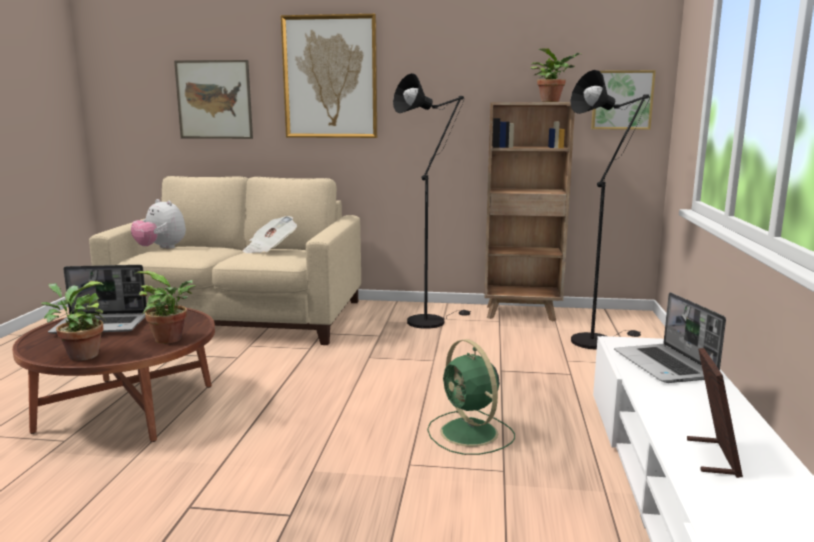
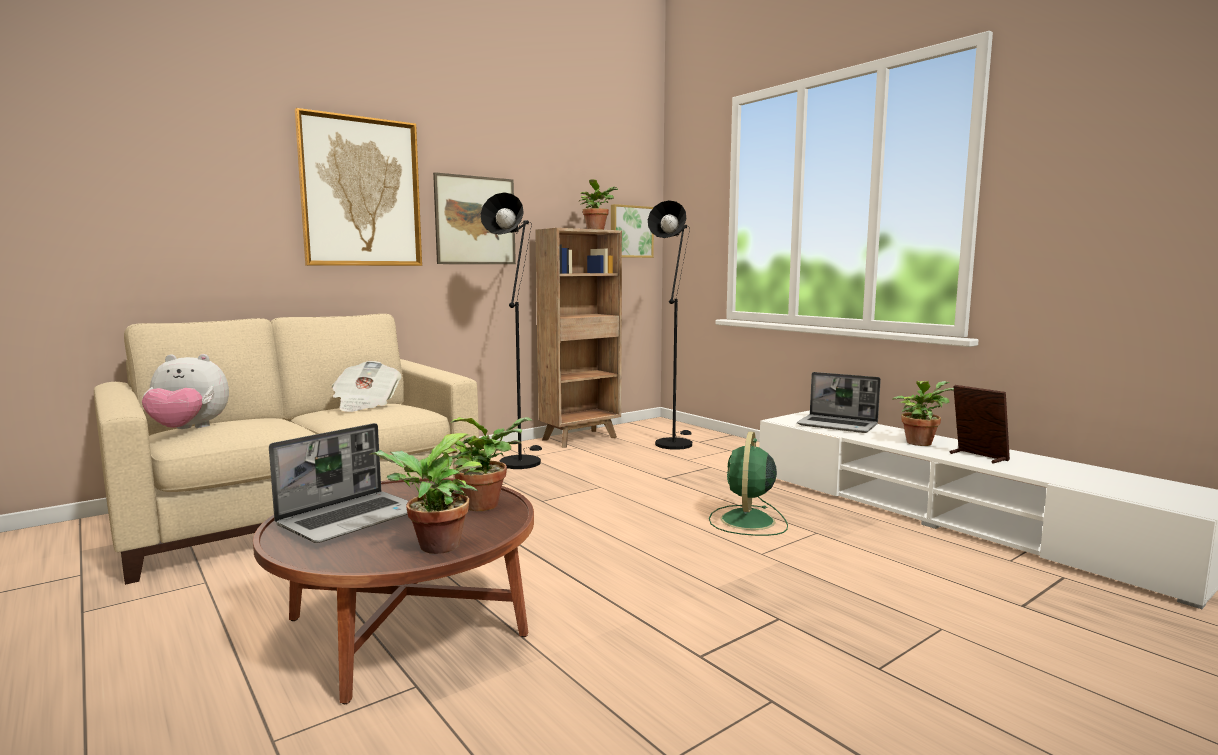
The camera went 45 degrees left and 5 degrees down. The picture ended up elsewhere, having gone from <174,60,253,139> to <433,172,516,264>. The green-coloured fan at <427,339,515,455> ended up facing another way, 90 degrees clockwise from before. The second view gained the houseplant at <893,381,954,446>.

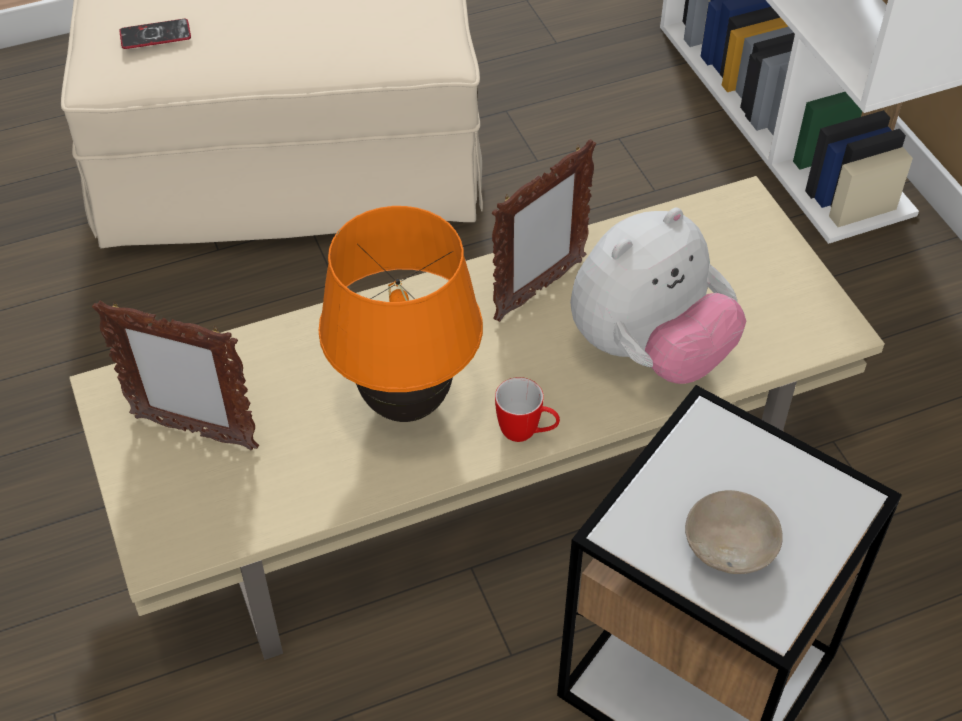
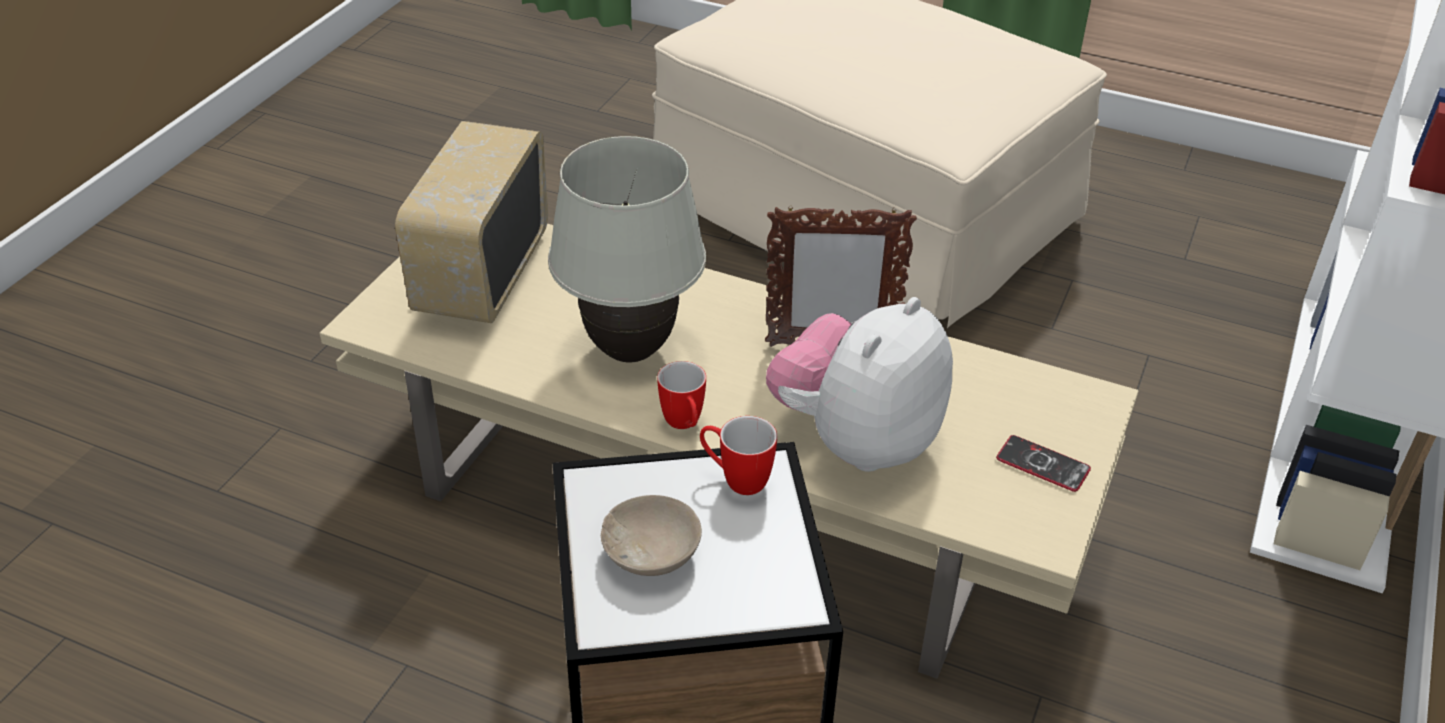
The camera went 45 degrees right and 10 degrees down. The handset ended up elsewhere, having gone from <119,19,191,49> to <996,435,1091,492>. What was the orangey tabletop lamp at <319,206,483,422> turned into the white tabletop lamp at <548,136,706,362>. The soft toy at <570,208,746,384> ended up facing another way, 120 degrees clockwise from before. Where the standing frame stood at <92,301,259,451>, the radio came to stand at <395,121,548,323>. The second view gained the coffee mug at <700,416,777,495>.

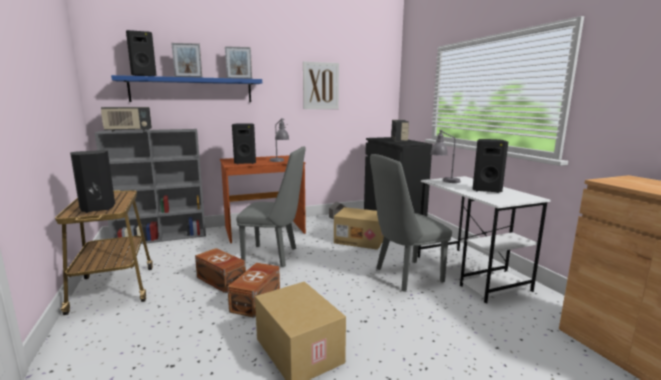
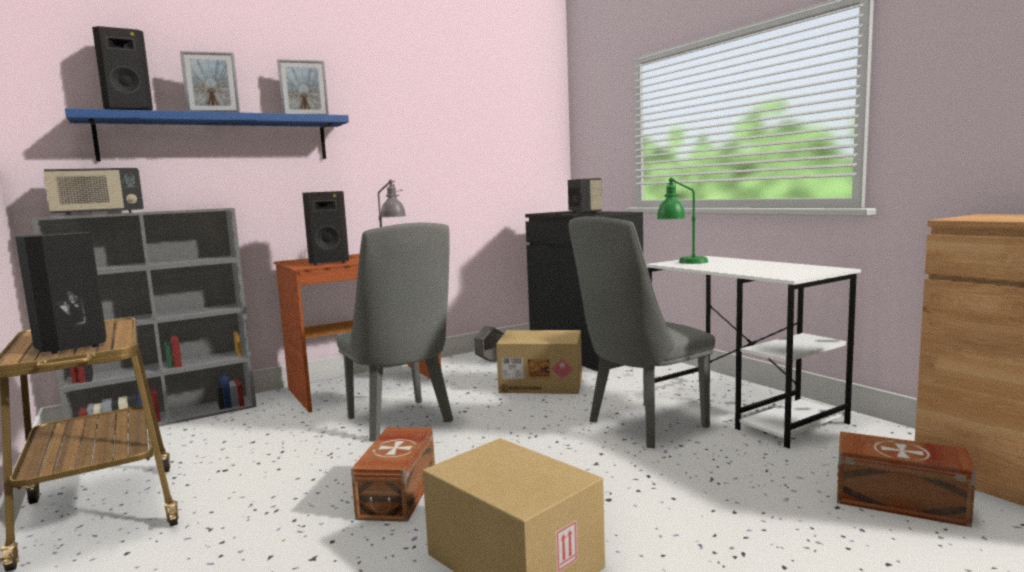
The camera went 10 degrees left and 5 degrees down. The second view lost the picture at <303,61,339,109>. What was the greyish tabletop lamp at <430,130,461,183> turned into the green-coloured tabletop lamp at <657,177,708,264>. The second view lost the black speaker at <472,139,508,193>. The greyish chair at <236,146,306,267> ended up facing another way, 60 degrees clockwise from before. The brownish storage container ended up elsewhere, having gone from <195,248,246,293> to <837,431,976,527>.

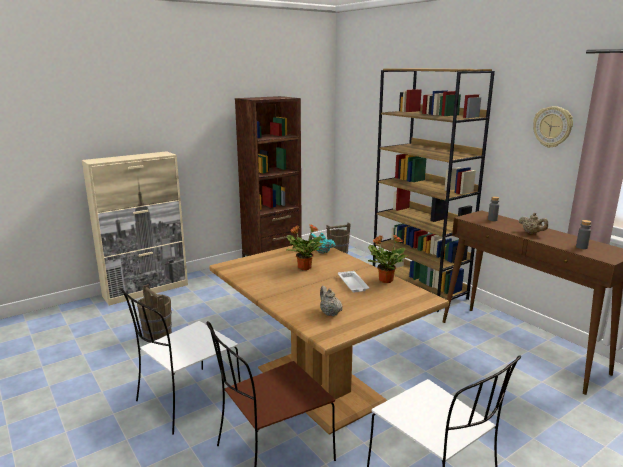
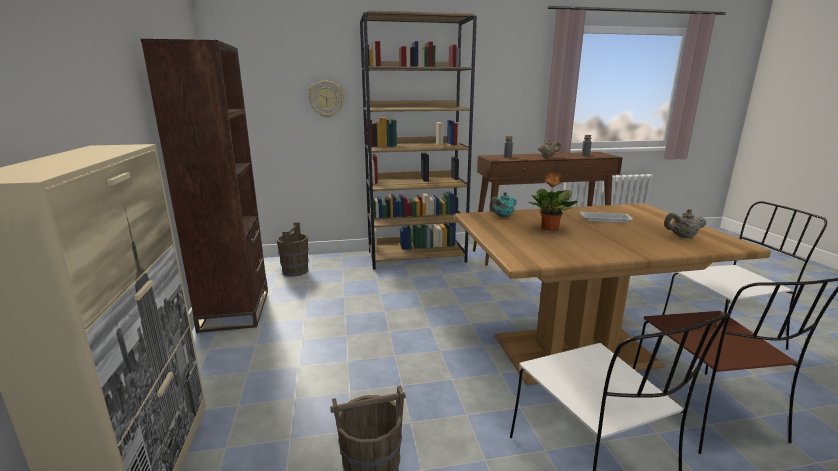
The camera went 65 degrees left and 0 degrees up. The hanging clock ended up elsewhere, having gone from <533,106,573,148> to <308,81,344,118>. The second view lost the houseplant at <368,235,408,283>.

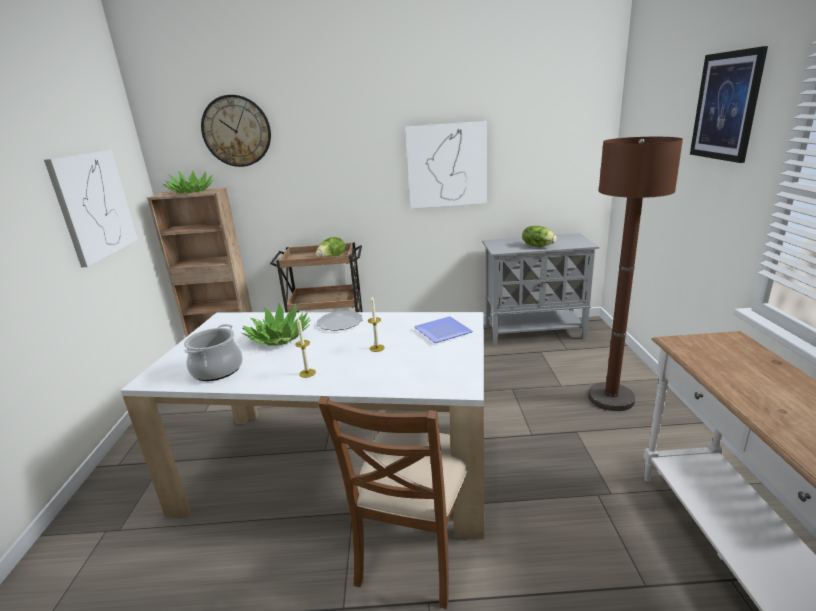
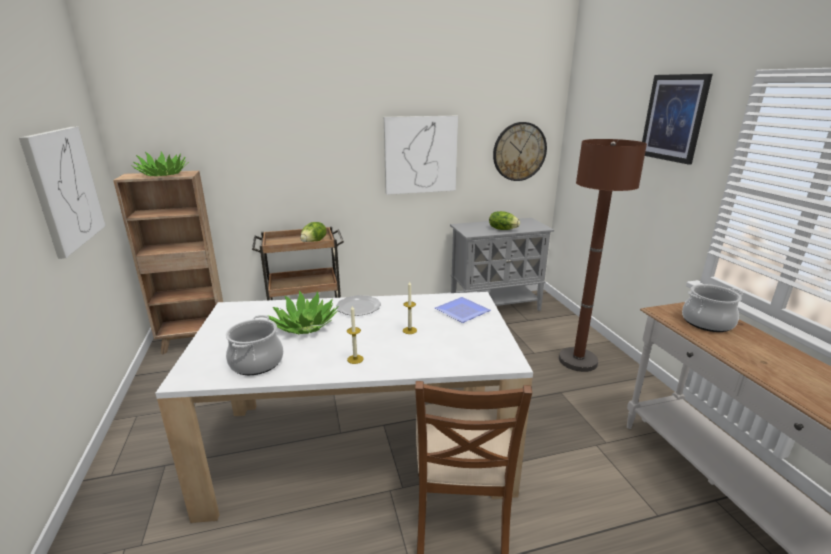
The camera went 15 degrees left and 0 degrees up. The hanging clock ended up elsewhere, having gone from <201,95,271,167> to <493,122,547,181>. The second view gained the saucepot at <682,284,744,332>.

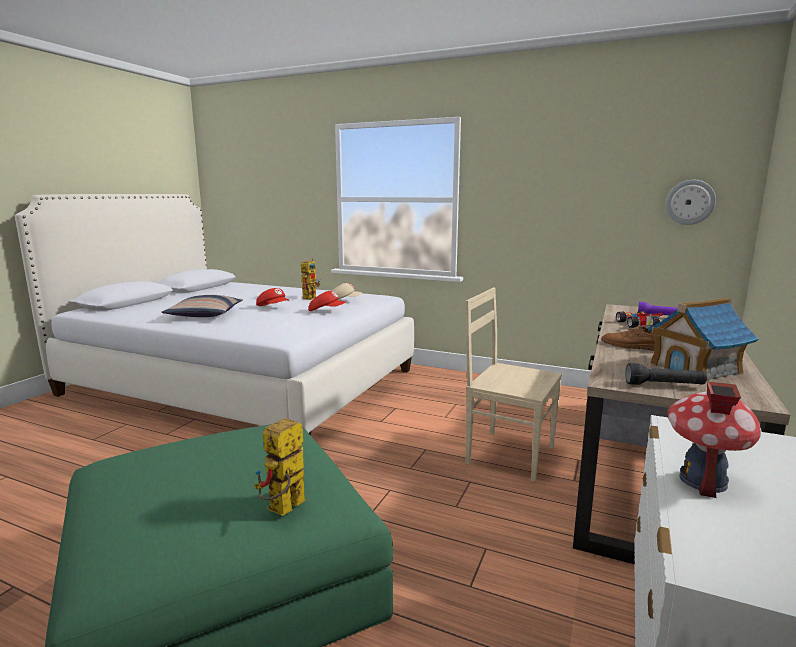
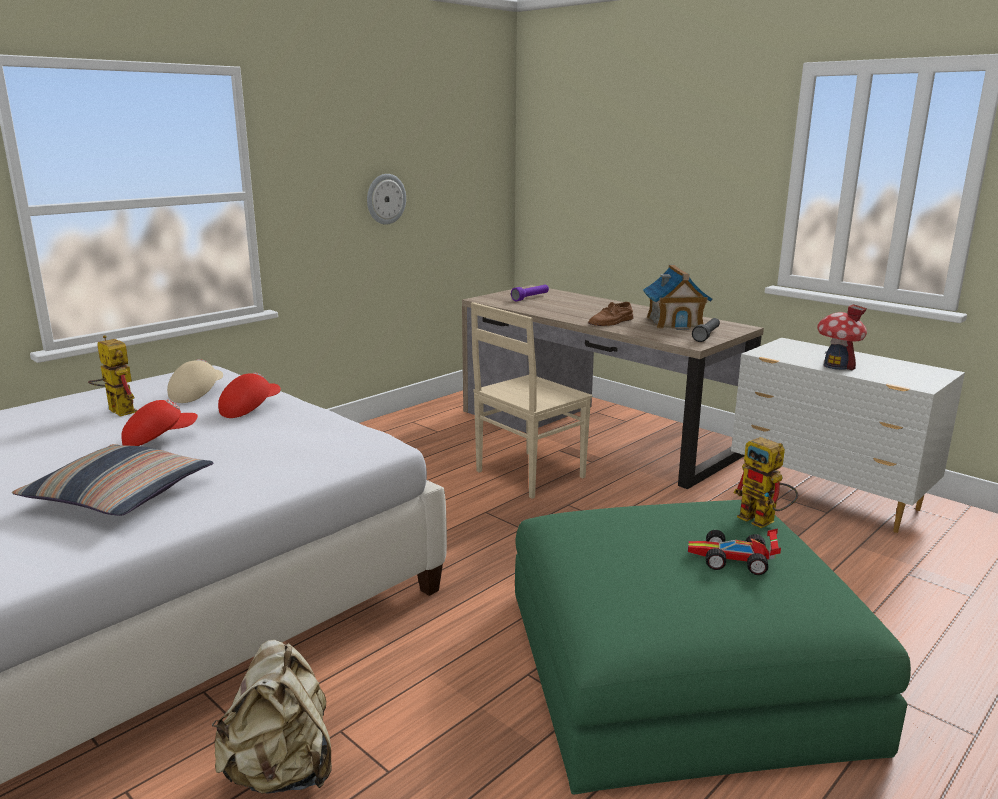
The camera went 70 degrees left and 5 degrees up. The hanging clock ended up elsewhere, having gone from <665,180,716,225> to <367,174,406,225>. The miniature car ended up elsewhere, having gone from <616,311,663,328> to <688,528,781,575>. The second view gained the sand-coloured backpack at <212,640,332,794>.

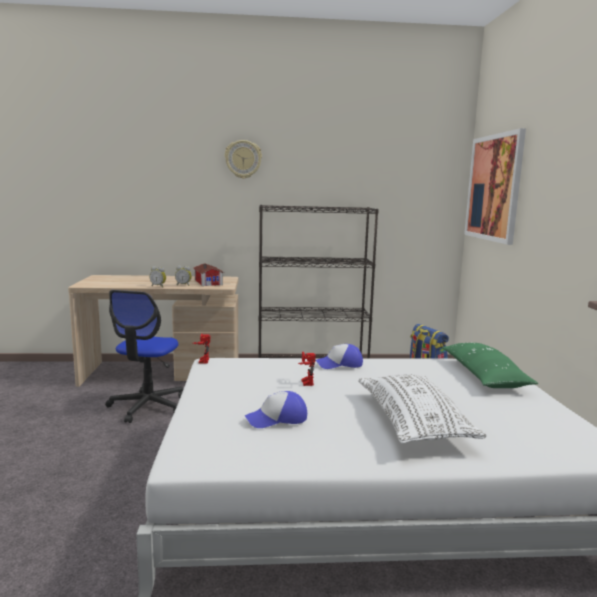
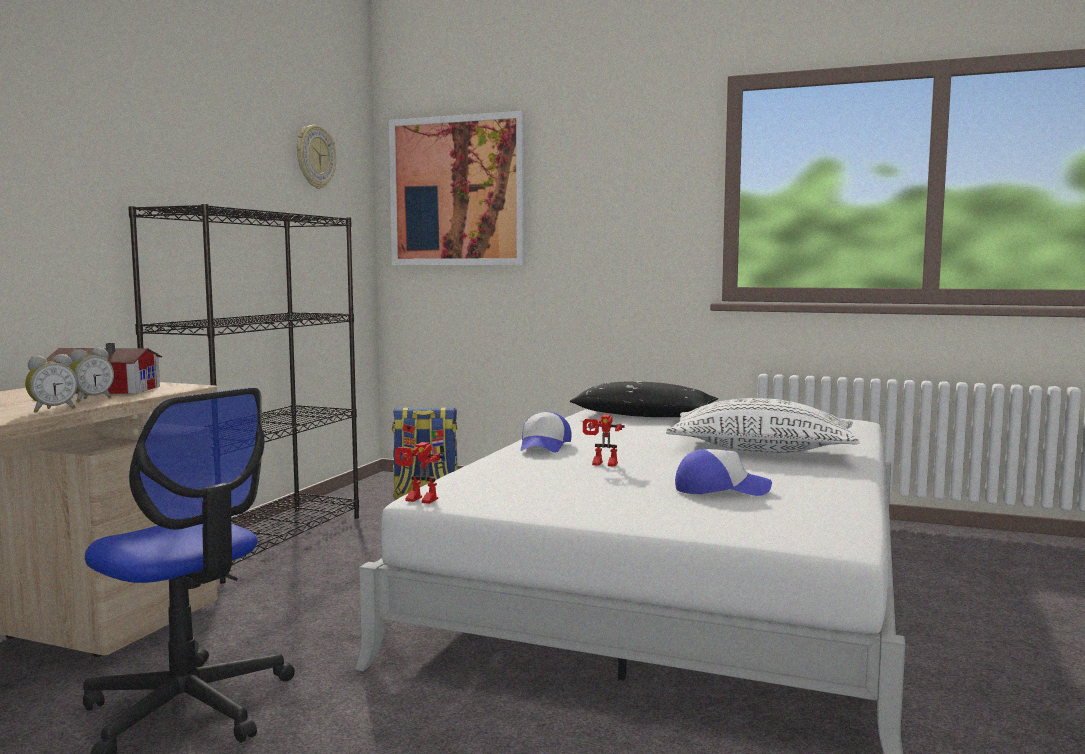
The camera went 65 degrees left and 5 degrees down. The hanging clock ended up elsewhere, having gone from <225,140,262,179> to <297,125,336,189>. What was the green-coloured cushion at <442,343,538,388> turned into the black cushion at <570,381,718,417>. The baseball cap at <245,391,307,428> ended up facing another way, 90 degrees counterclockwise from before.

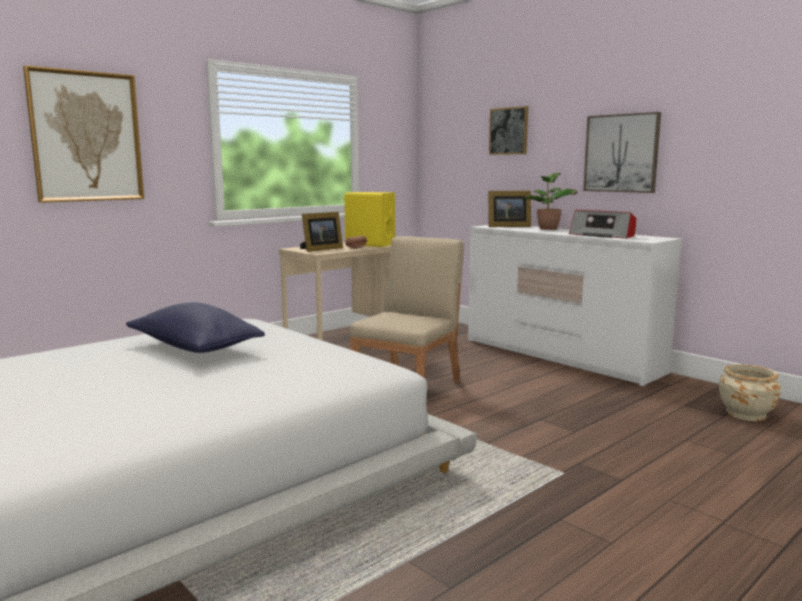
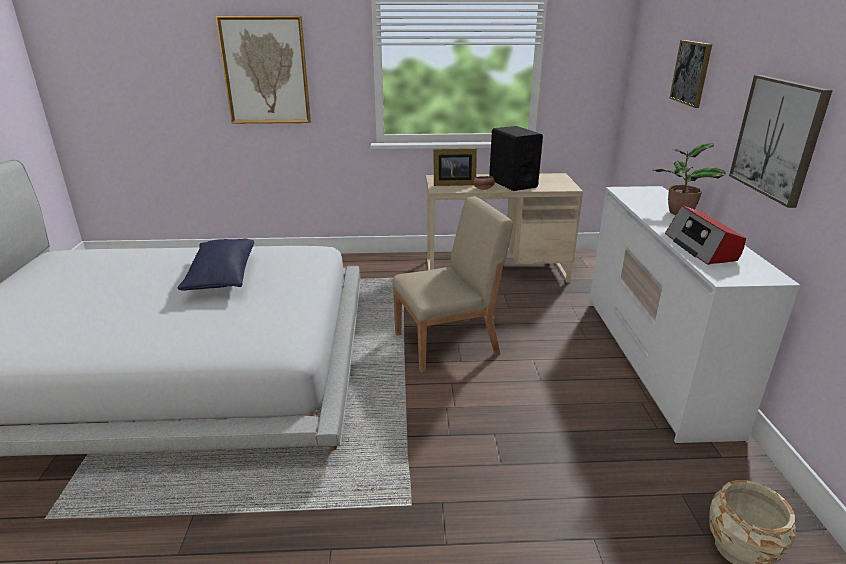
The camera went 40 degrees right and 15 degrees up. The second view lost the standing frame at <488,191,531,227>. What was the yellow-coloured speaker at <343,192,395,247> turned into the black speaker at <489,126,543,191>.

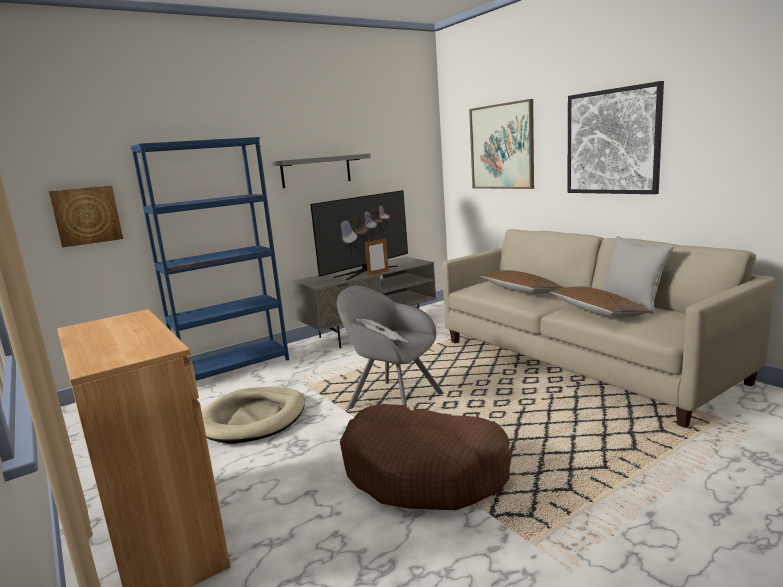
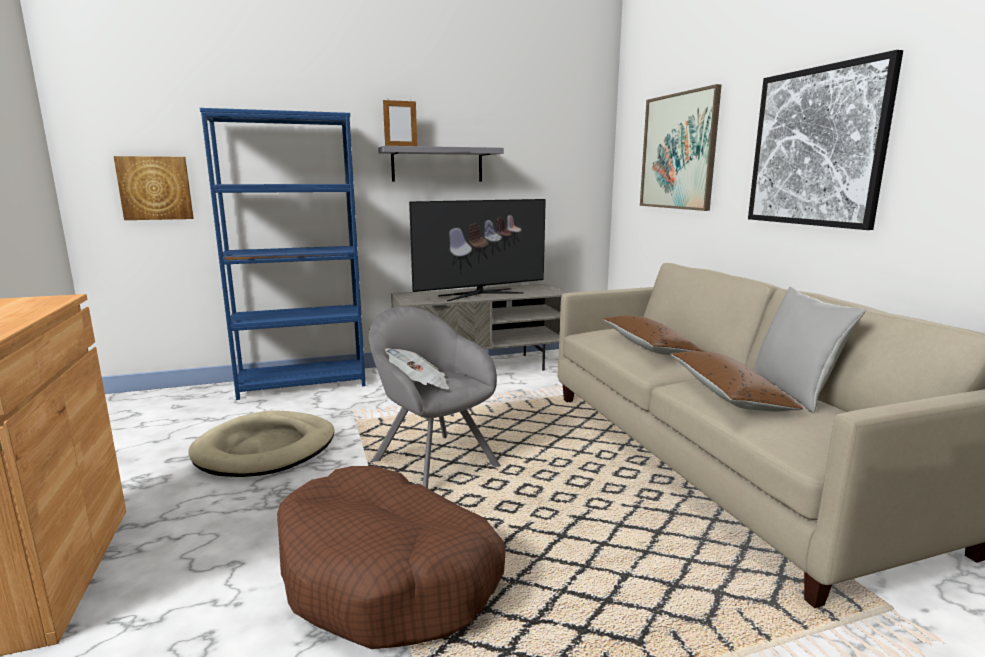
The camera went 15 degrees right and 0 degrees up. The standing frame ended up elsewhere, having gone from <365,238,389,276> to <383,100,417,146>.

